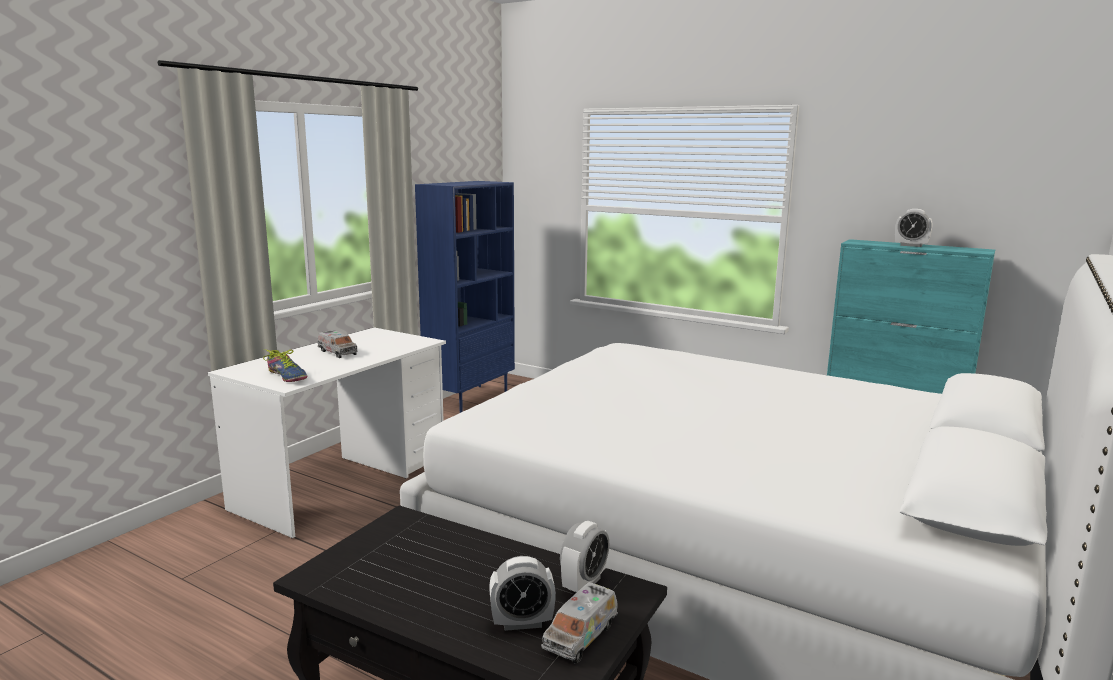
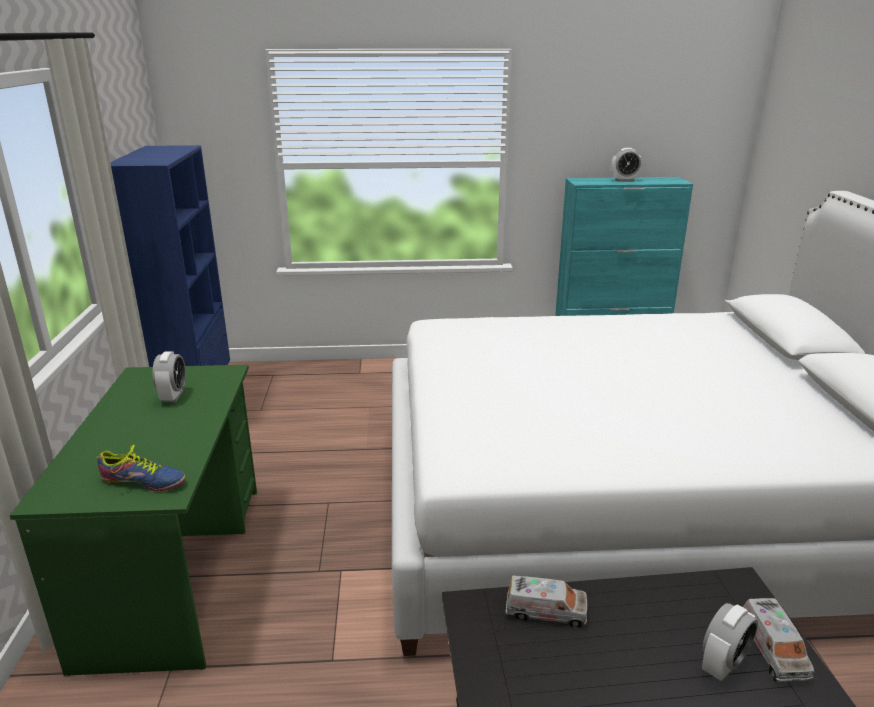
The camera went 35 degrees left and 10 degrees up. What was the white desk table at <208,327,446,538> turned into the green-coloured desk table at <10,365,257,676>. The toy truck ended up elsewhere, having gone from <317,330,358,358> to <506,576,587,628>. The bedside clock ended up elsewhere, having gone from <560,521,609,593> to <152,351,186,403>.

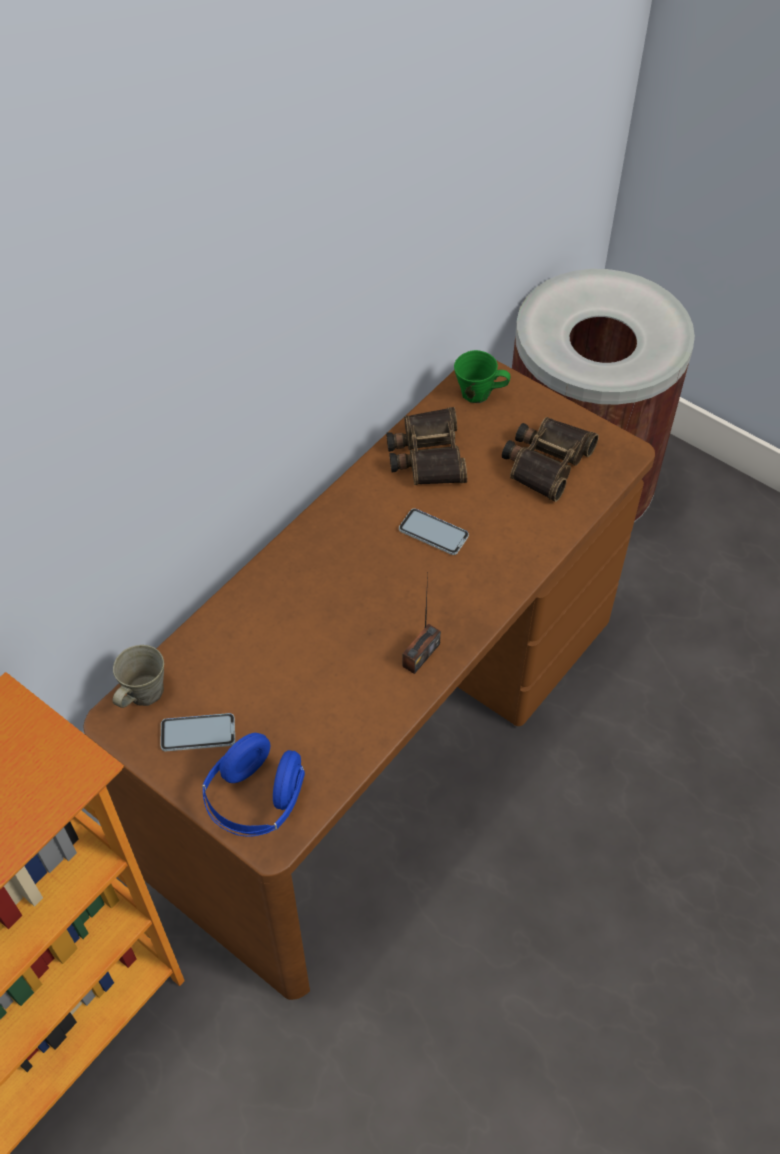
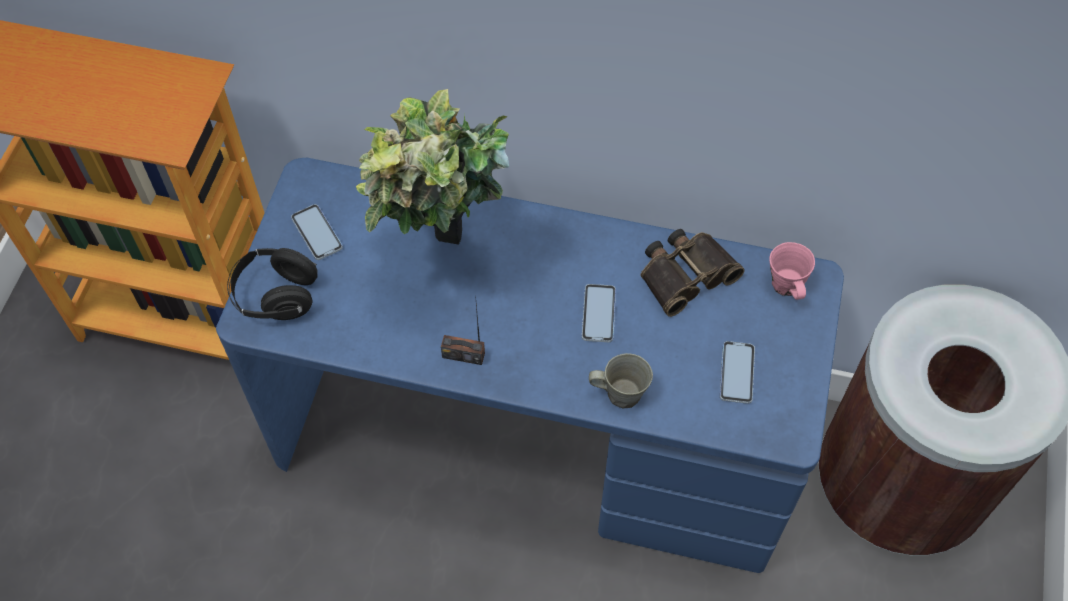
The camera went 65 degrees right and 5 degrees up. What was the green-coloured coffee mug at <454,350,511,403> turned into the pink coffee mug at <769,242,815,300>. What was the brownish desk table at <84,360,655,1000> turned into the blue desk table at <216,158,844,573>. Where the binoculars stood at <502,417,599,502>, the handset came to stand at <720,341,755,404>. The greyish coffee mug ended up elsewhere, having gone from <112,645,164,708> to <589,353,653,408>. What was the blue headphones at <202,733,305,837> turned into the black headphones at <227,248,318,320>. The second view gained the houseplant at <356,89,509,245>.

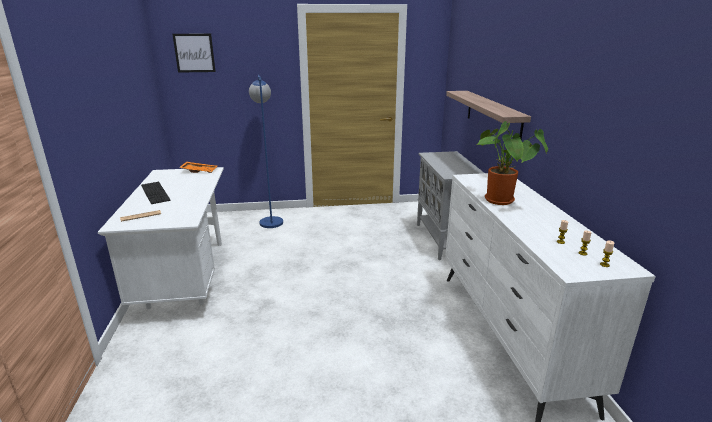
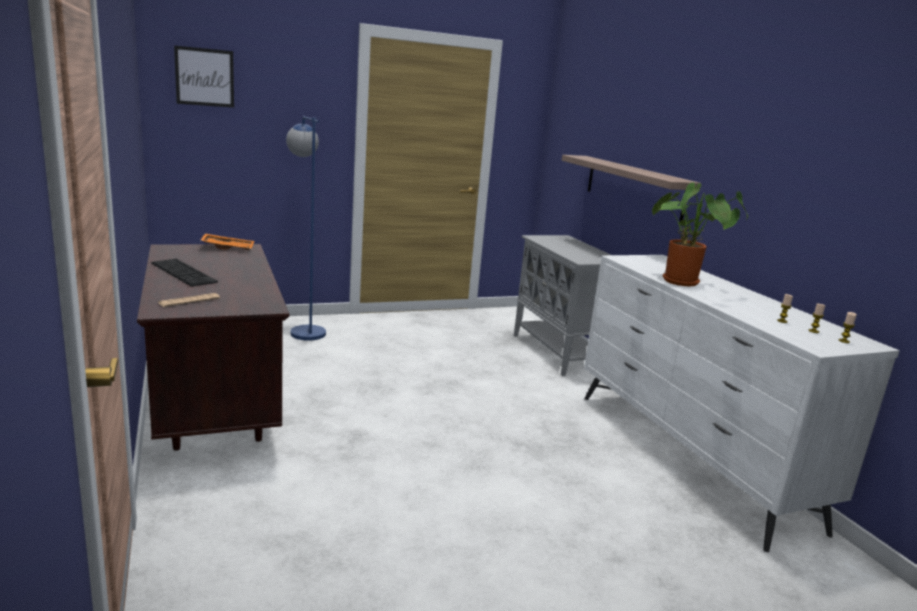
The camera went 15 degrees left and 5 degrees down. What was the white desk table at <98,167,224,309> turned into the brownish desk table at <137,244,289,451>.

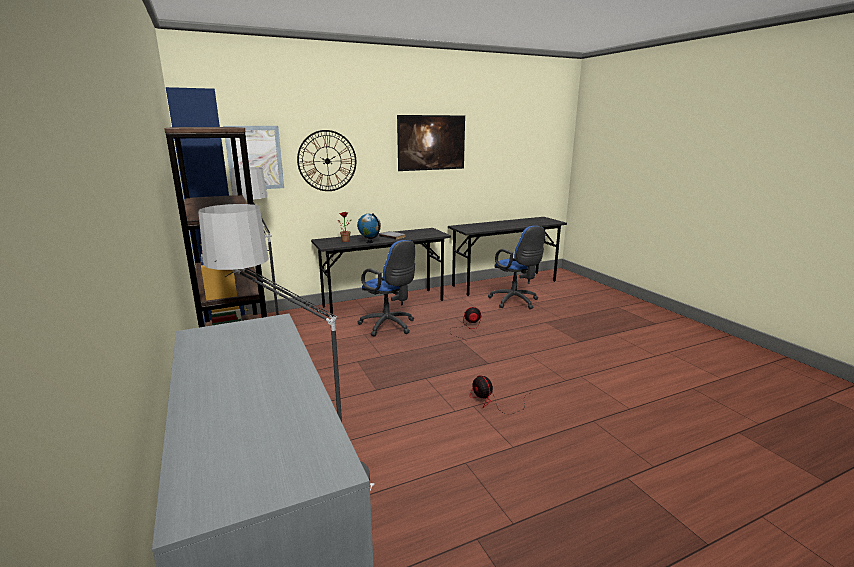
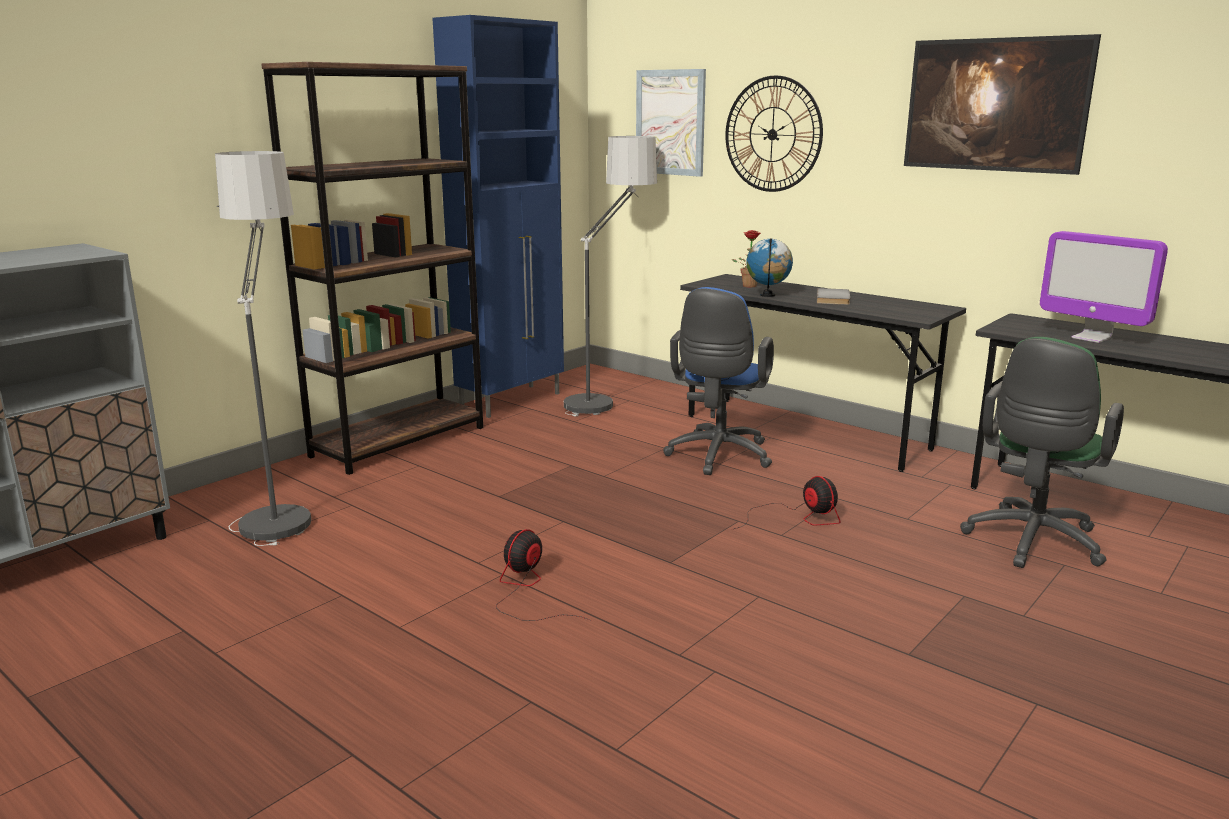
The camera went 65 degrees right and 0 degrees up. What was the blue desk chair at <488,226,545,309> turned into the green-coloured desk chair at <960,337,1124,568>. The second view gained the monitor at <1040,231,1168,343>.

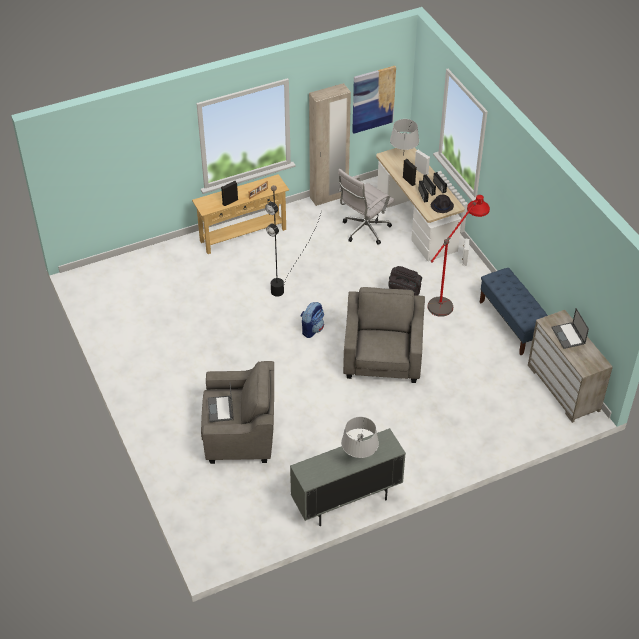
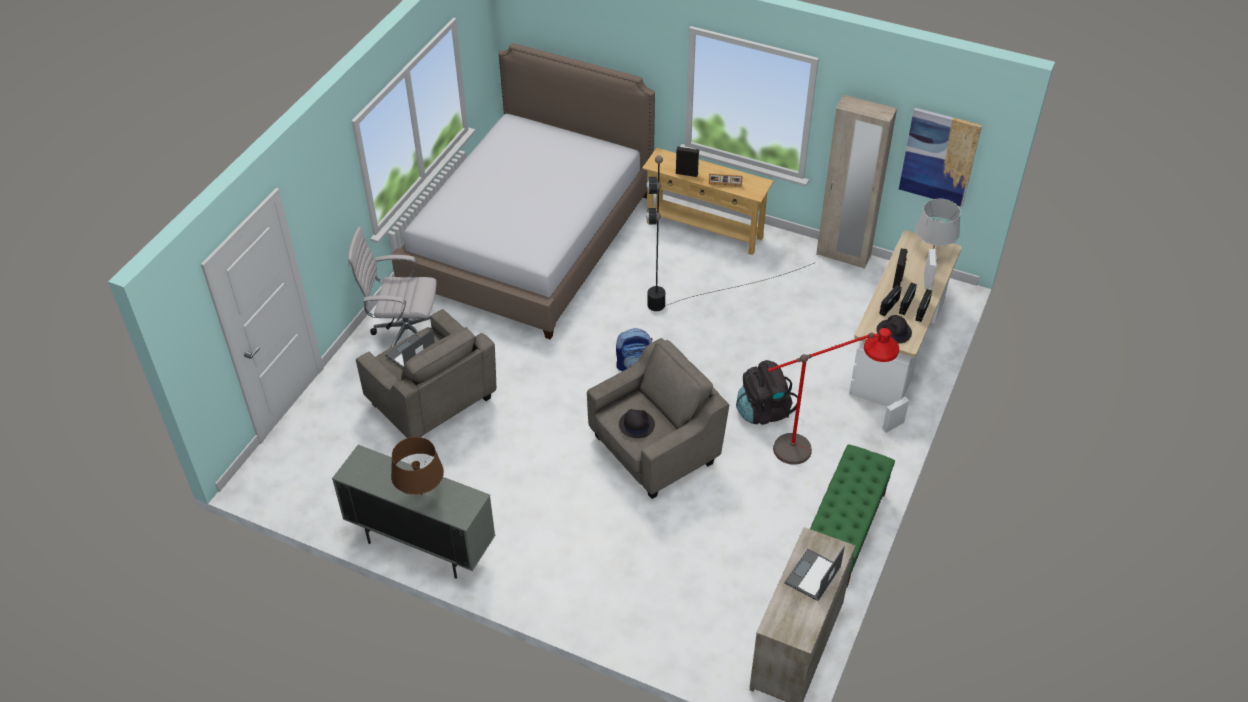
The camera went 50 degrees right and 0 degrees up. The white desk chair ended up elsewhere, having gone from <338,169,395,245> to <348,226,437,347>. What was the blue indoor bench at <480,268,548,355> turned into the green-coloured indoor bench at <810,444,895,587>. What was the greyish tabletop lamp at <341,417,379,458> turned into the brownish tabletop lamp at <391,437,444,495>. The second view gained the bed at <392,43,655,339>. The second view gained the black clothing hat at <619,409,655,438>.

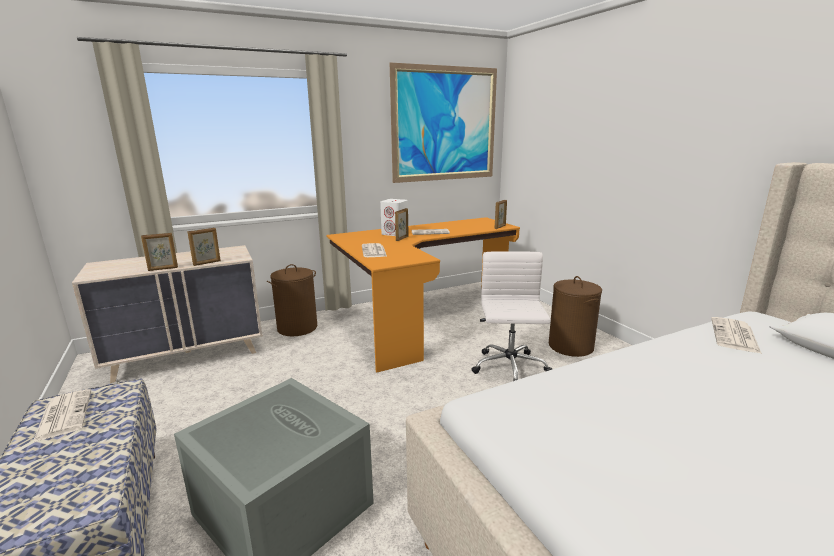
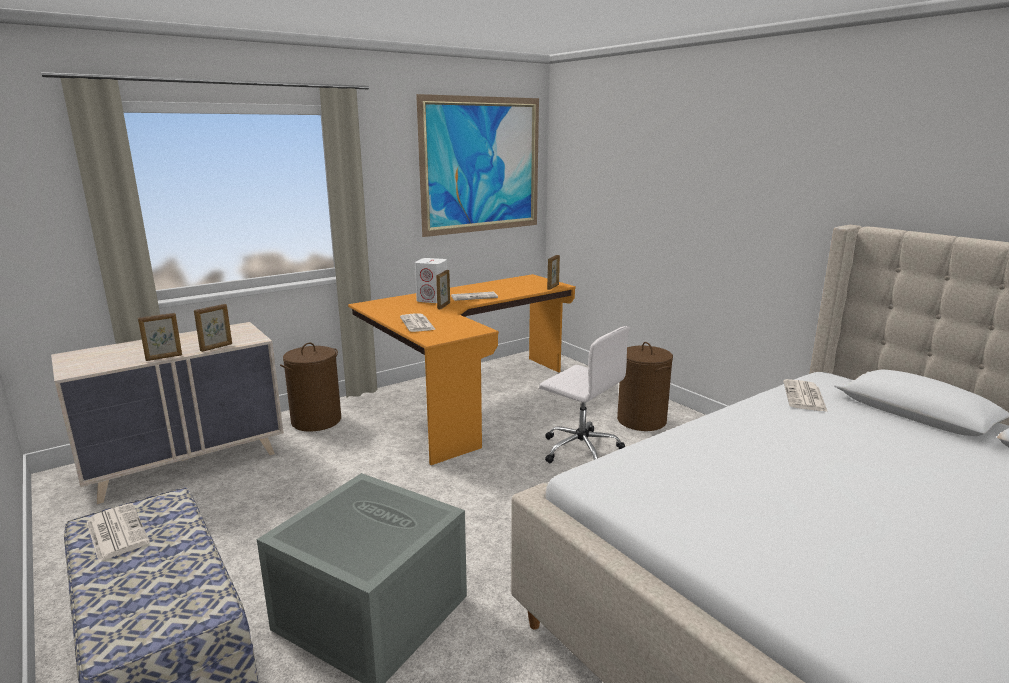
The camera went 10 degrees left and 0 degrees up. The white desk chair at <472,251,552,381> ended up facing another way, 135 degrees clockwise from before.

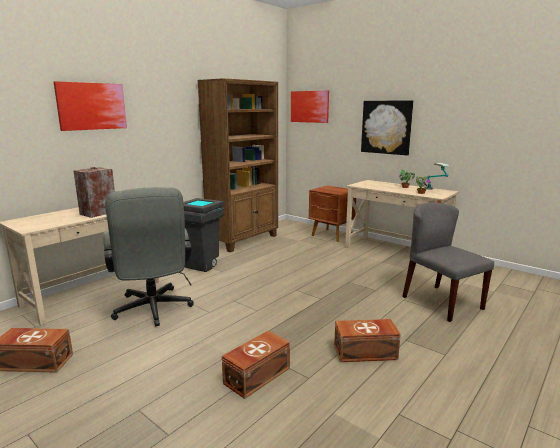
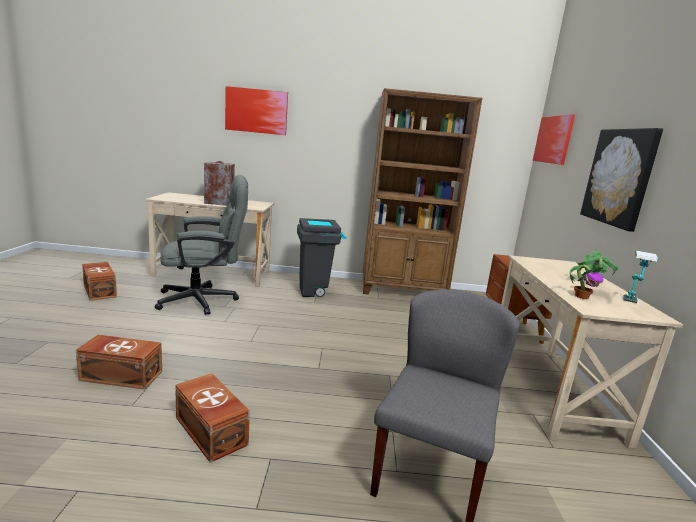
The camera went 50 degrees right and 0 degrees up. The greyish desk chair at <103,187,194,327> ended up facing another way, 135 degrees counterclockwise from before.

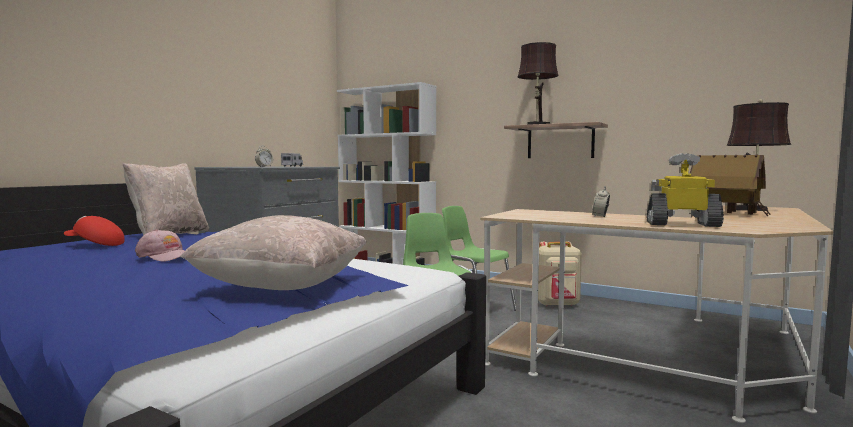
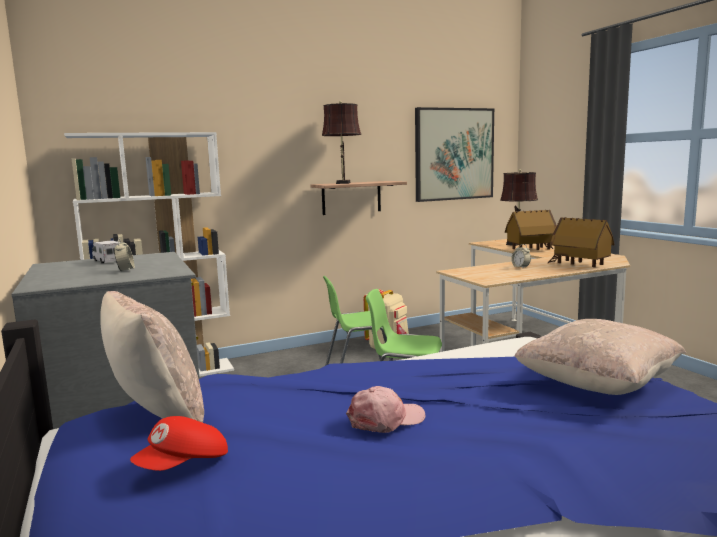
The camera went 55 degrees left and 5 degrees up. Where the model robot stood at <647,153,724,227>, the miniature house came to stand at <548,217,614,267>. The second view gained the picture at <415,107,494,202>.

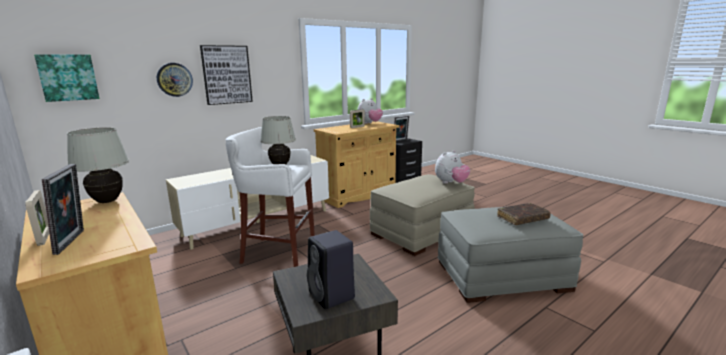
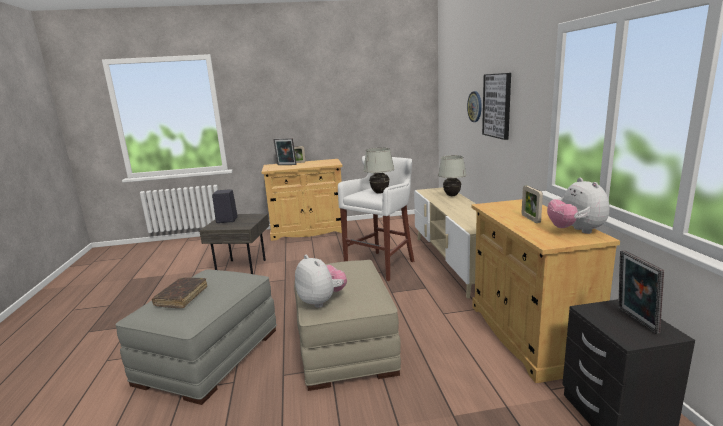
The camera went 120 degrees right and 0 degrees up. The second view lost the picture at <34,55,99,102>. The white tabletop lamp ended up elsewhere, having gone from <67,128,129,203> to <438,155,466,196>. The soft toy at <435,150,470,184> ended up facing another way, 150 degrees clockwise from before.

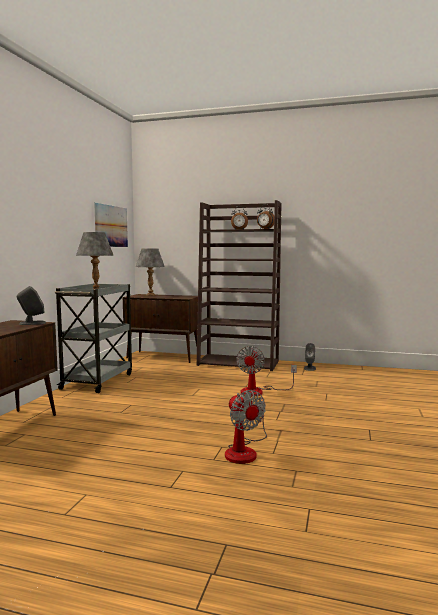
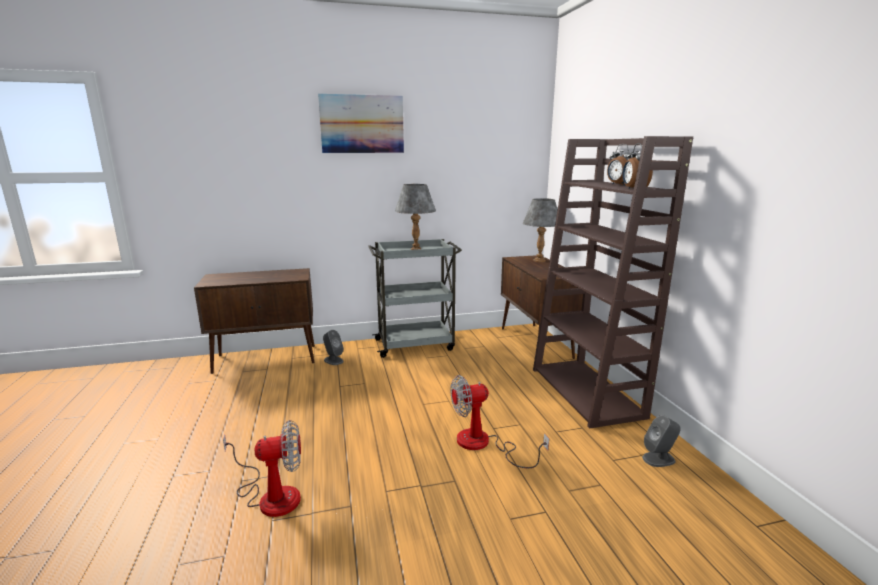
The camera went 60 degrees right and 10 degrees up. The picture ended up elsewhere, having gone from <94,203,128,247> to <318,94,404,153>. The greyish speaker ended up elsewhere, having gone from <17,286,46,325> to <323,330,344,365>. The fan at <225,390,267,464> ended up facing another way, 135 degrees counterclockwise from before.

